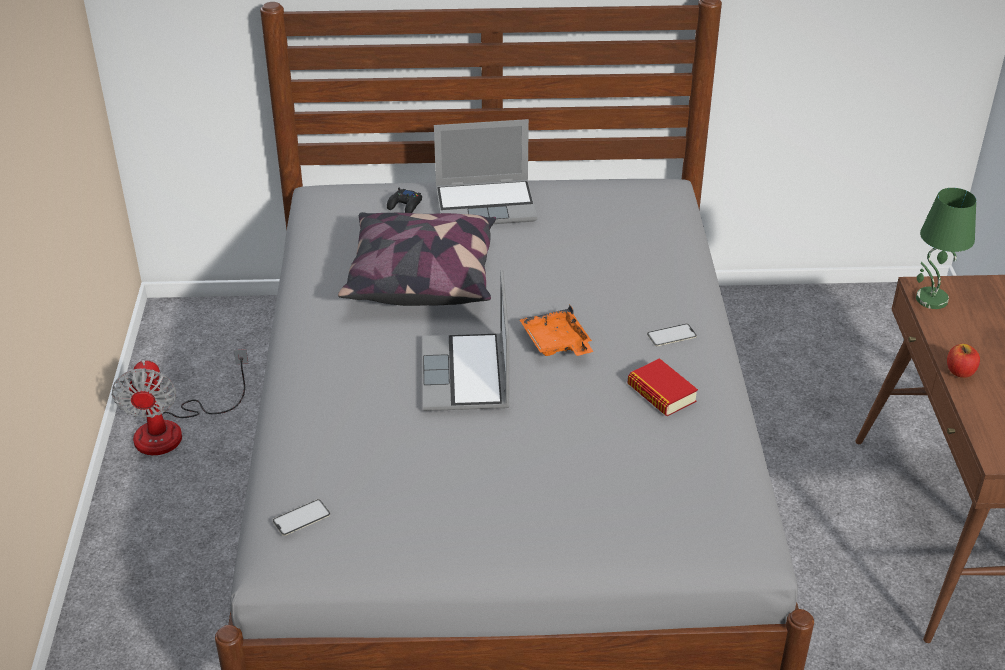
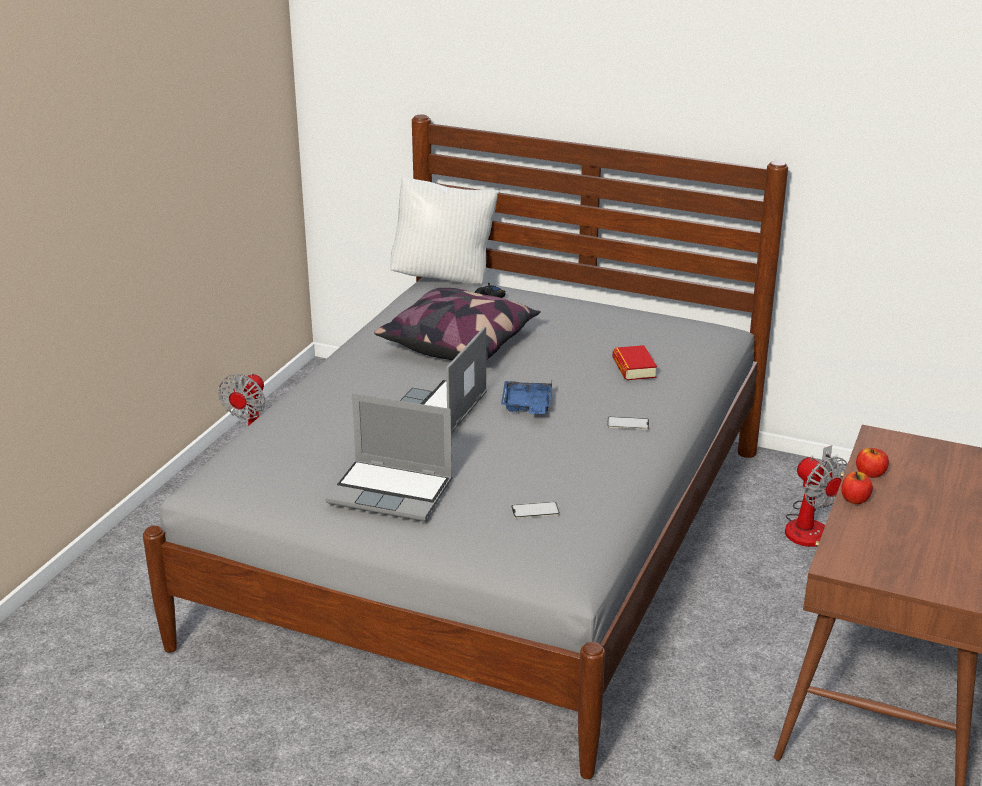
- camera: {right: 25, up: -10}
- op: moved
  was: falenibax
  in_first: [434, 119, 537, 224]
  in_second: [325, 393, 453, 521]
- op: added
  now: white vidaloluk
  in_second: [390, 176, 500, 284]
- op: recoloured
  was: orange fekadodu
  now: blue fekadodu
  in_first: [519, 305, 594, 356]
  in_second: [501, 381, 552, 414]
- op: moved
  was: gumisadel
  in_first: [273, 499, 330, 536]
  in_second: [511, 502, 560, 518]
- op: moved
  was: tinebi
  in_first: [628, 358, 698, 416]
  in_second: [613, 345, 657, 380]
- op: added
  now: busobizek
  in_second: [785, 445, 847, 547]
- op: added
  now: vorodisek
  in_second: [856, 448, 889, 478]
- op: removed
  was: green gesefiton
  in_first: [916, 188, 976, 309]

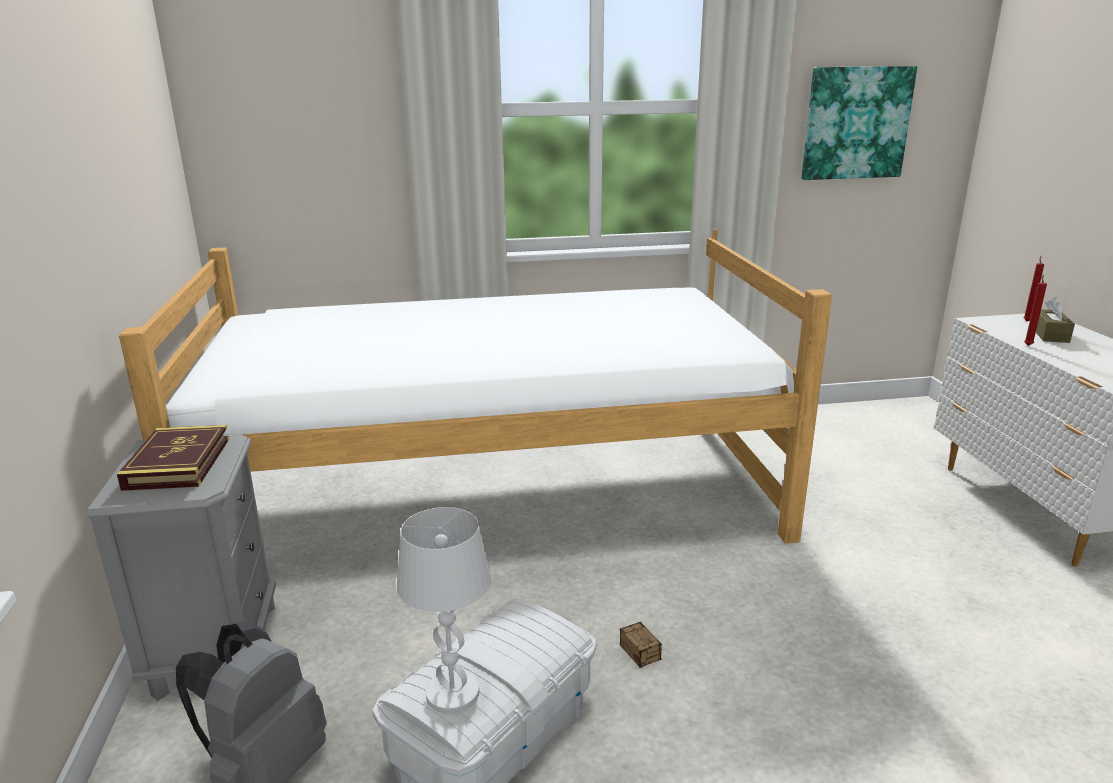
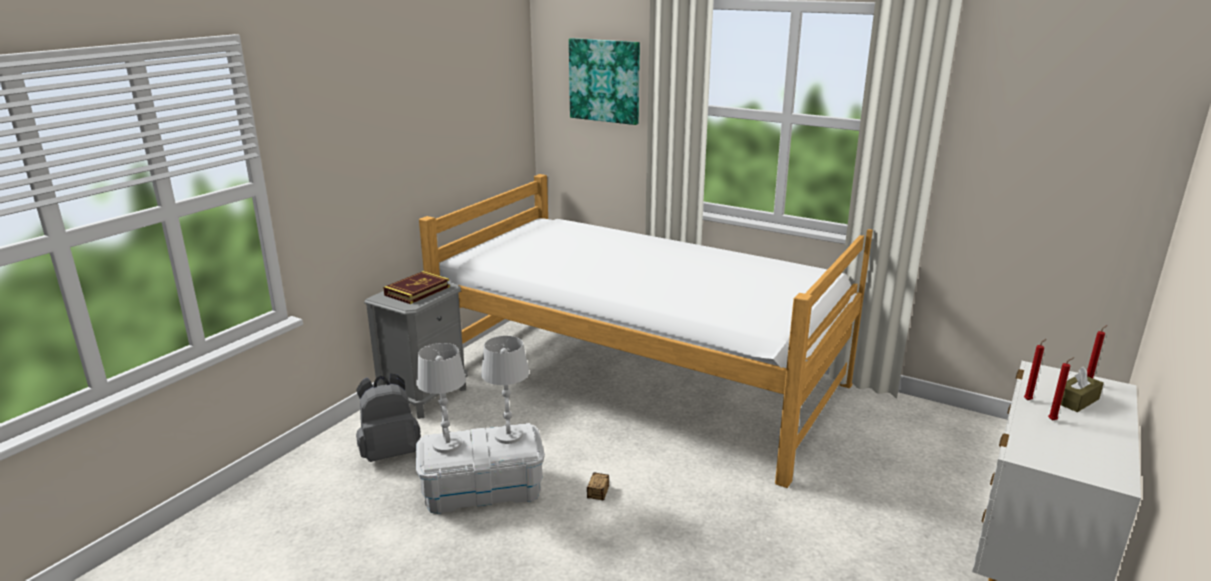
- camera: {right: 40, up: 0}
- op: added
  now: white gesefiton
  in_second: [481, 336, 529, 444]
- op: moved
  was: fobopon
  in_first: [802, 66, 917, 180]
  in_second: [569, 38, 640, 125]
- op: added
  now: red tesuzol
  in_second: [1048, 357, 1074, 421]

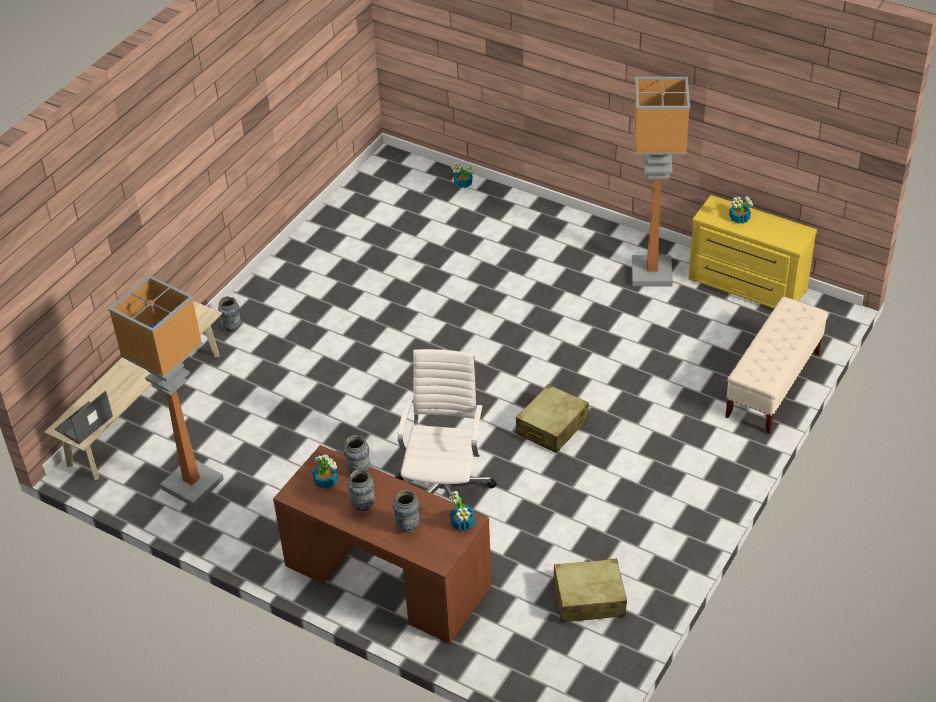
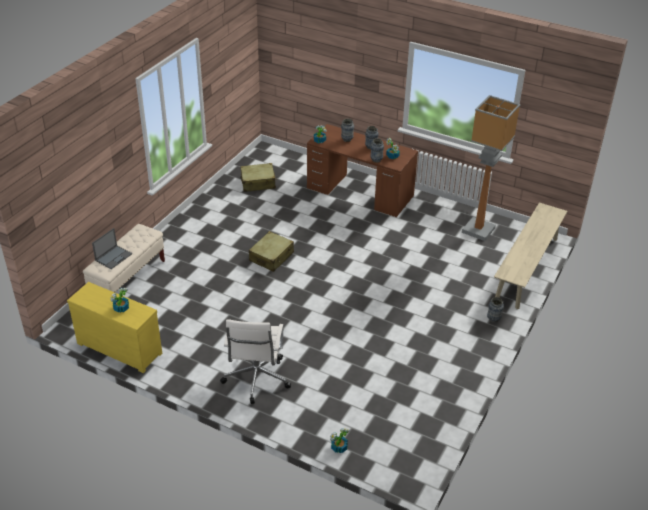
- camera: {right: 175, up: -5}
- op: moved
  was: falenibax
  in_first: [55, 391, 113, 444]
  in_second: [92, 228, 132, 269]
- op: moved
  was: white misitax
  in_first: [395, 349, 497, 504]
  in_second: [220, 319, 291, 404]
- op: removed
  was: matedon
  in_first: [632, 77, 690, 287]

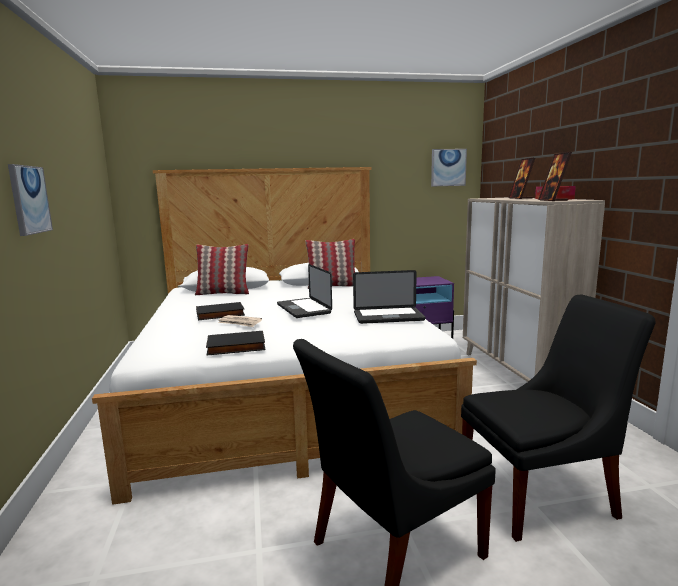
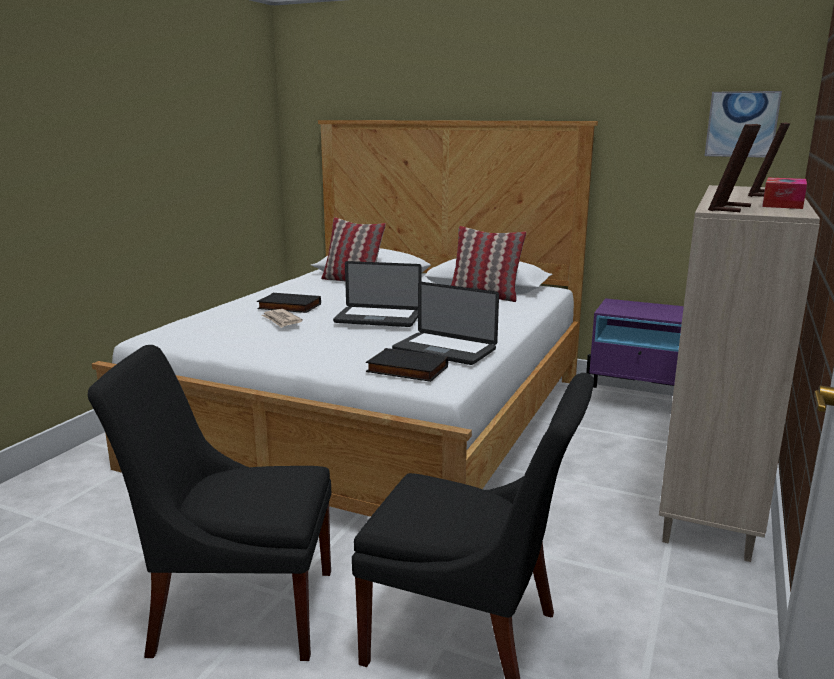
- camera: {right: 35, up: 5}
- op: turned
  was: falenibax
  in_first: [277, 264, 332, 318]
  in_second: [333, 261, 422, 327]
  clockwise: -90
- op: moved
  was: black tinebi
  in_first: [206, 331, 266, 355]
  in_second: [366, 348, 448, 382]
- op: removed
  was: fobopon
  in_first: [8, 164, 53, 236]

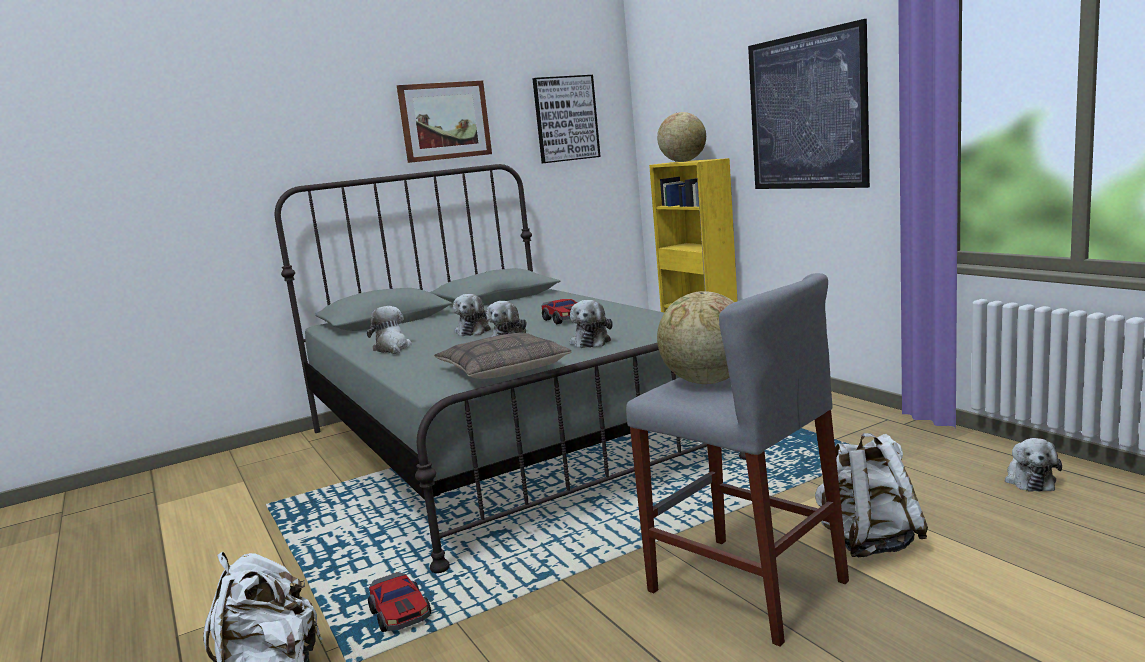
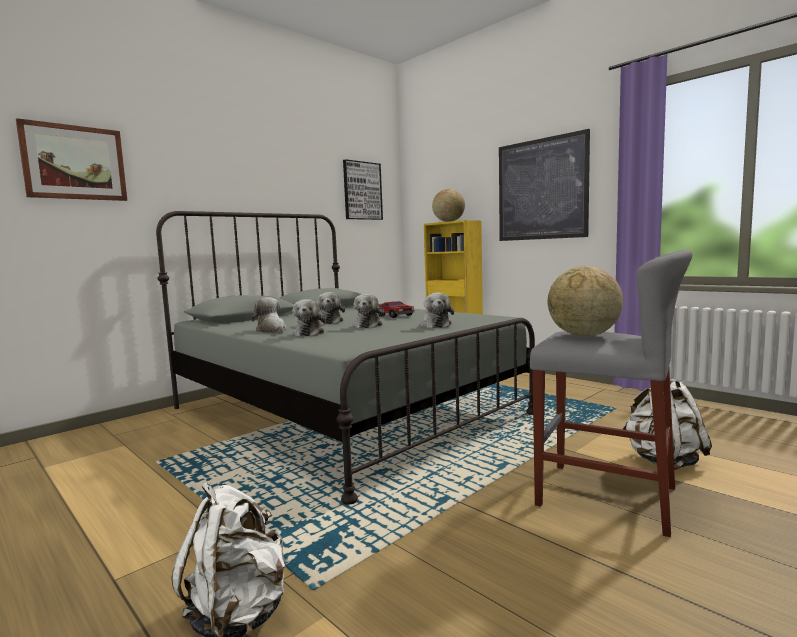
- camera: {right: -15, up: -5}
- op: moved
  was: fobopon
  in_first: [397, 81, 492, 163]
  in_second: [16, 118, 127, 201]
- op: moved
  was: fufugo
  in_first: [1005, 438, 1062, 492]
  in_second: [292, 299, 326, 336]
- op: removed
  was: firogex
  in_first: [368, 572, 431, 632]
- op: removed
  was: vidaloluk
  in_first: [434, 333, 572, 379]

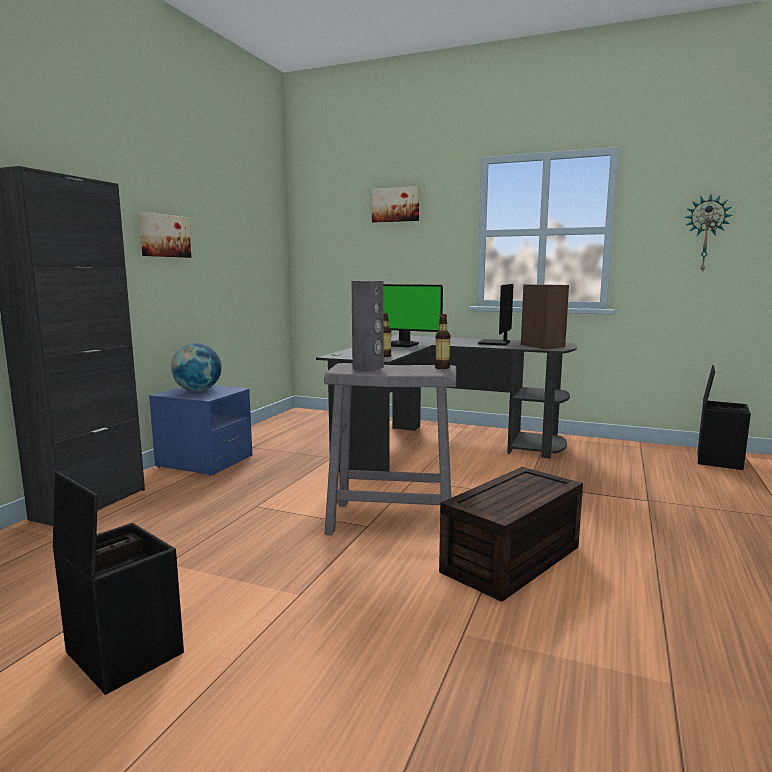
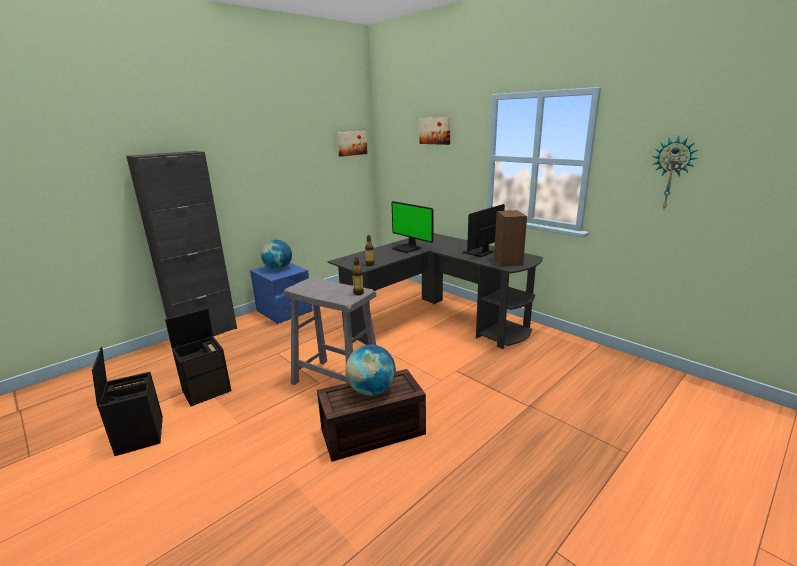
- camera: {right: 25, up: 10}
- op: moved
  was: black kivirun
  in_first: [697, 365, 751, 470]
  in_second: [165, 308, 231, 406]
- op: moved
  was: fobopon
  in_first: [139, 212, 191, 258]
  in_second: [337, 131, 367, 157]
- op: added
  now: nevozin
  in_second: [346, 345, 396, 396]
- op: removed
  was: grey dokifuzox
  in_first: [351, 281, 384, 371]

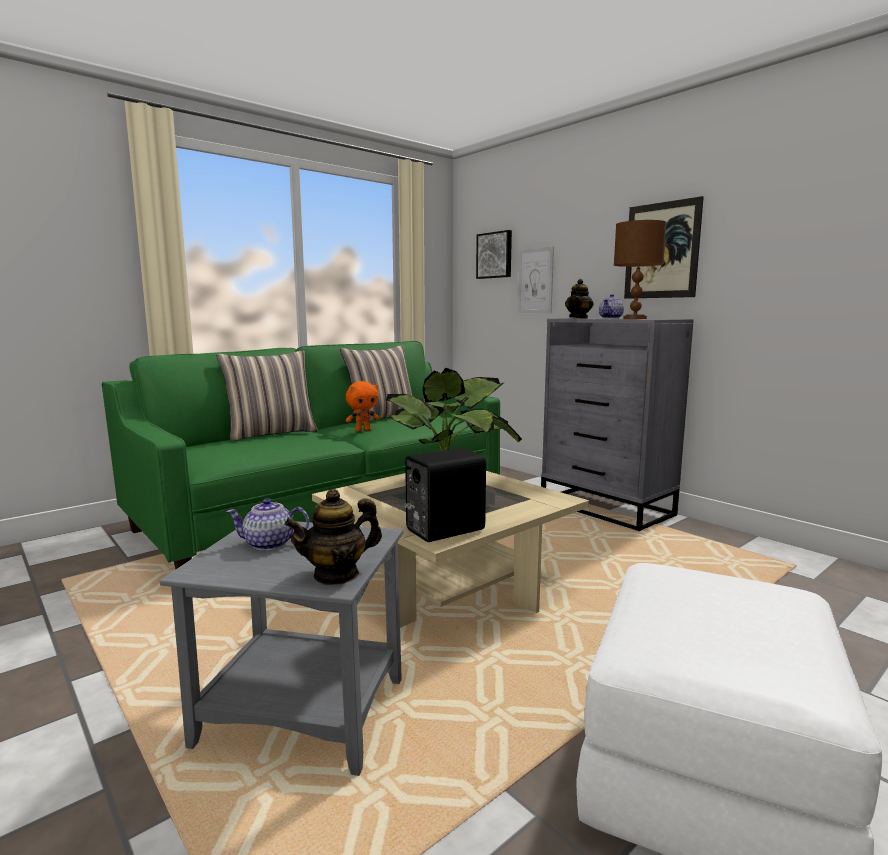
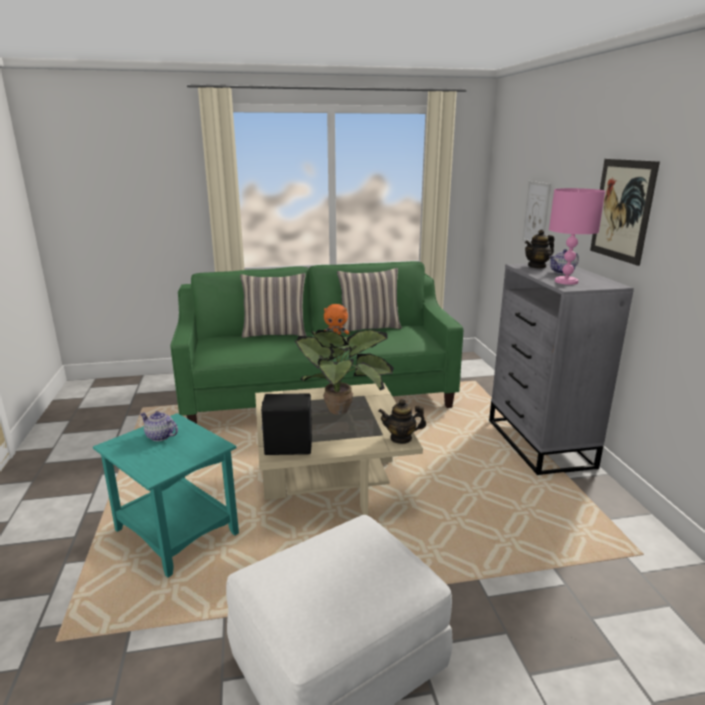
- camera: {right: 30, up: 10}
- op: recoloured
  was: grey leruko
  now: turquoise leruko
  in_first: [160, 521, 403, 776]
  in_second: [93, 413, 239, 578]
- op: moved
  was: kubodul
  in_first: [285, 489, 382, 585]
  in_second: [378, 399, 426, 444]
- op: recoloured
  was: brown gesefiton
  now: pink gesefiton
  in_first: [614, 220, 666, 319]
  in_second: [549, 188, 605, 285]
- op: removed
  was: fobopon
  in_first: [476, 230, 512, 279]

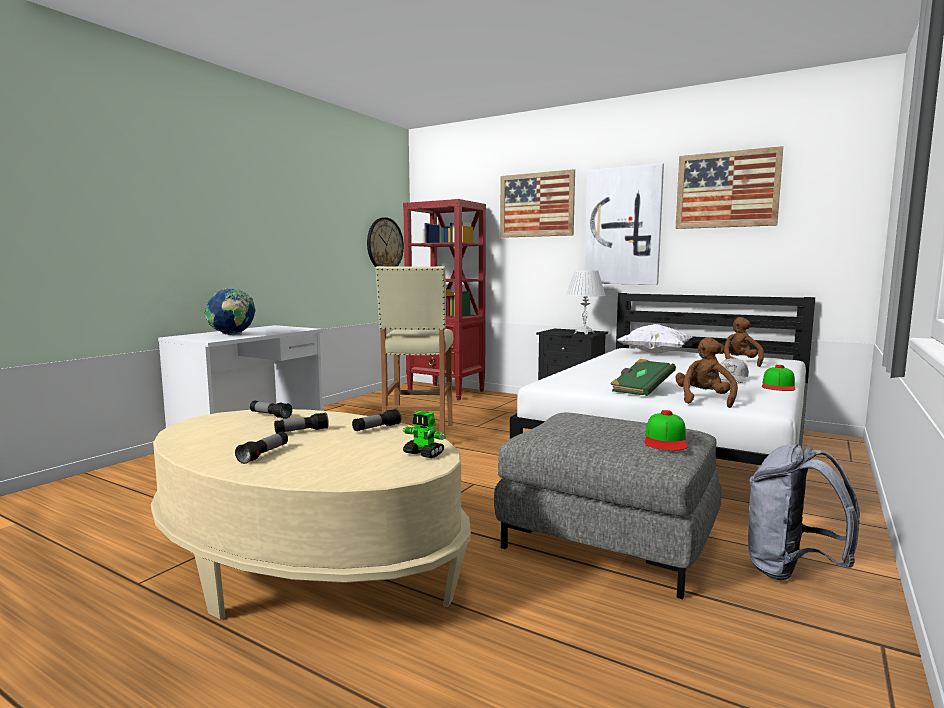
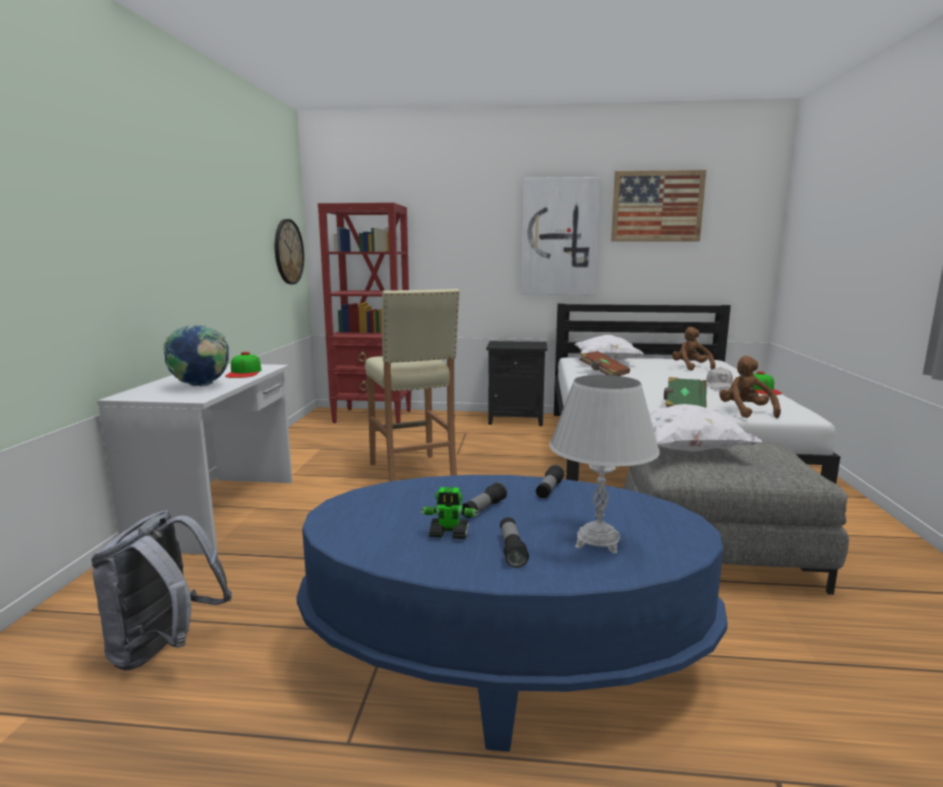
- camera: {right: -25, up: 5}
- op: moved
  was: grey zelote
  in_first: [748, 444, 860, 580]
  in_second: [91, 510, 232, 670]
- op: moved
  was: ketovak
  in_first: [645, 410, 688, 451]
  in_second: [225, 352, 261, 378]
- op: recoloured
  was: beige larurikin
  now: blue larurikin
  in_first: [151, 409, 471, 619]
  in_second: [296, 475, 728, 752]
- op: moved
  was: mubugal
  in_first: [403, 411, 446, 458]
  in_second: [420, 487, 480, 539]
- op: moved
  was: white gesefiton
  in_first: [566, 270, 606, 335]
  in_second: [549, 375, 660, 554]
- op: added
  now: brown tinebi
  in_second: [579, 351, 630, 376]
- op: added
  now: white vidaloluk
  in_second: [649, 404, 762, 452]
- op: removed
  was: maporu
  in_first: [250, 401, 292, 419]
- op: removed
  was: fobopon
  in_first: [500, 169, 575, 238]

